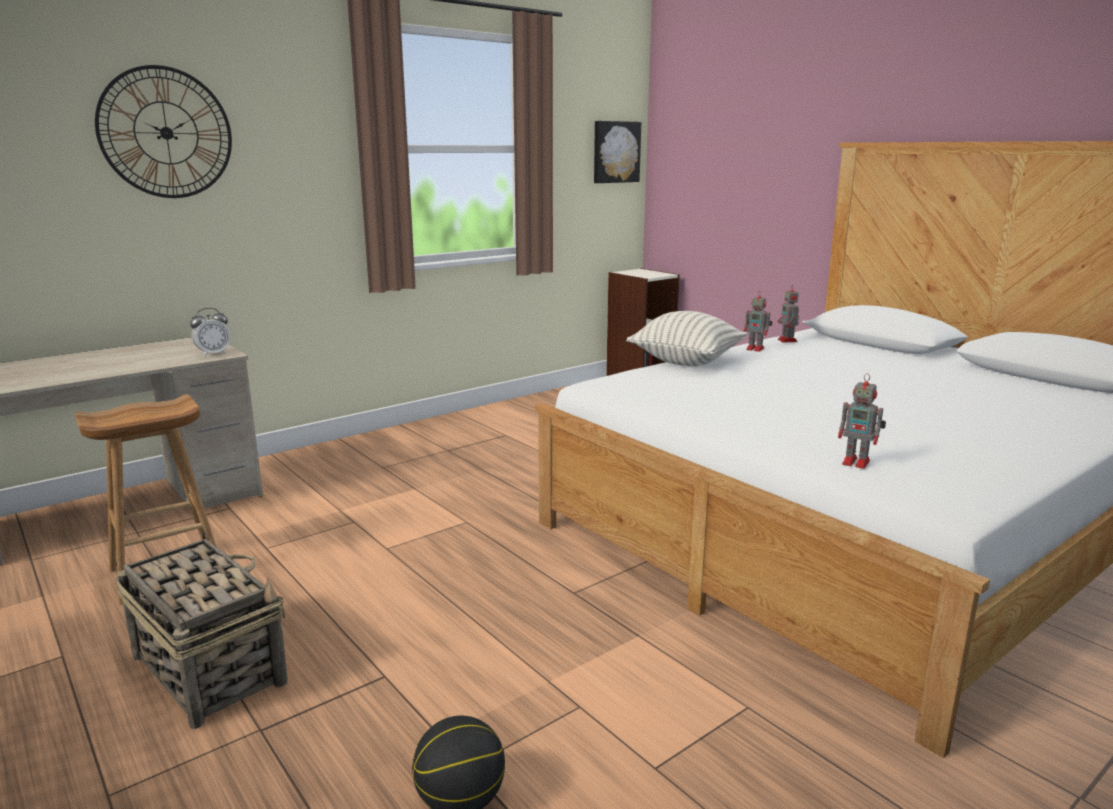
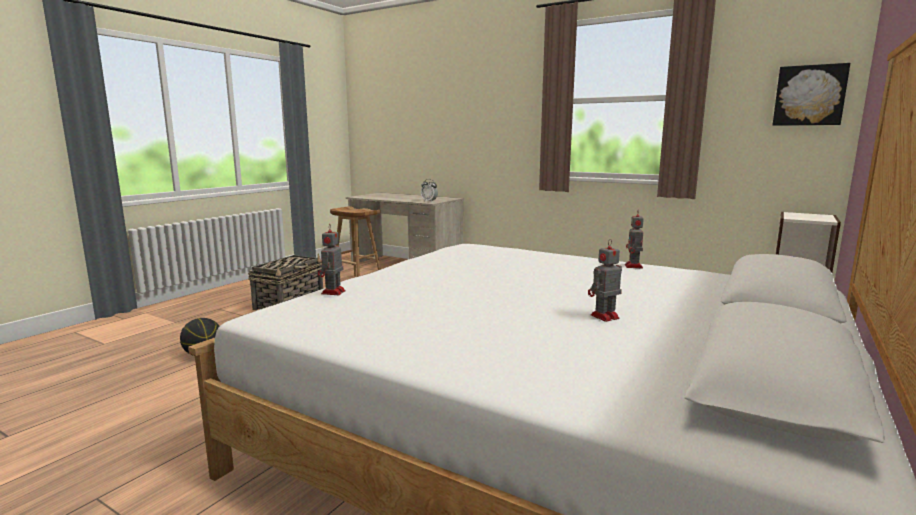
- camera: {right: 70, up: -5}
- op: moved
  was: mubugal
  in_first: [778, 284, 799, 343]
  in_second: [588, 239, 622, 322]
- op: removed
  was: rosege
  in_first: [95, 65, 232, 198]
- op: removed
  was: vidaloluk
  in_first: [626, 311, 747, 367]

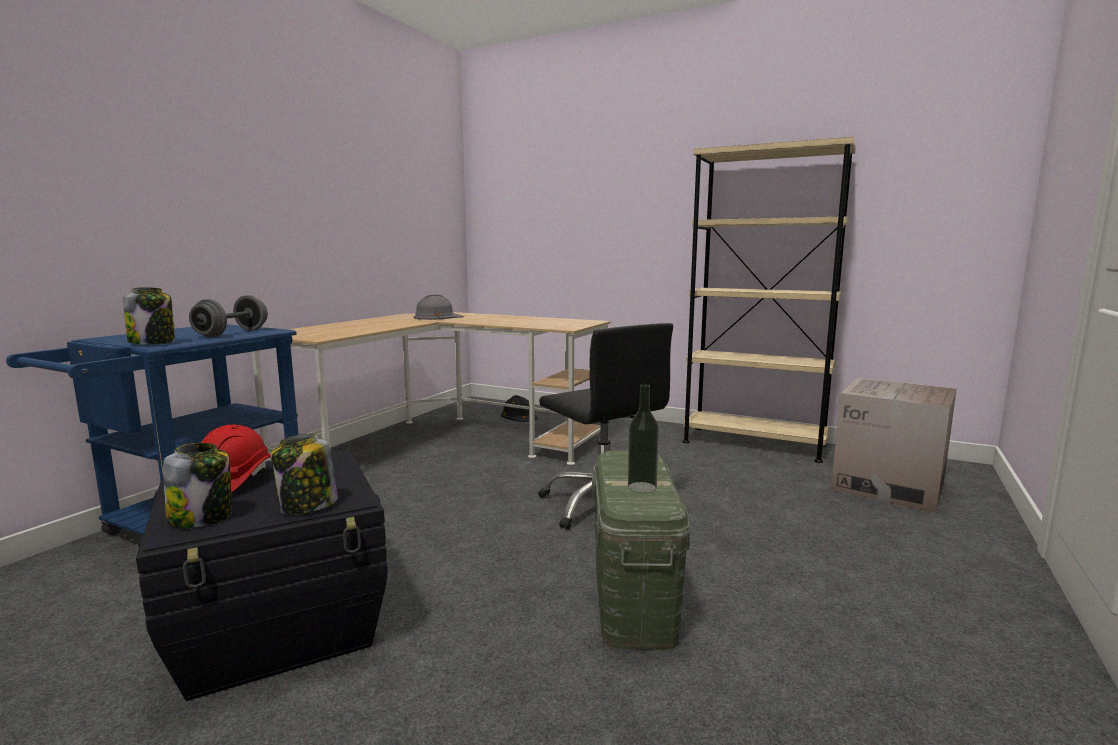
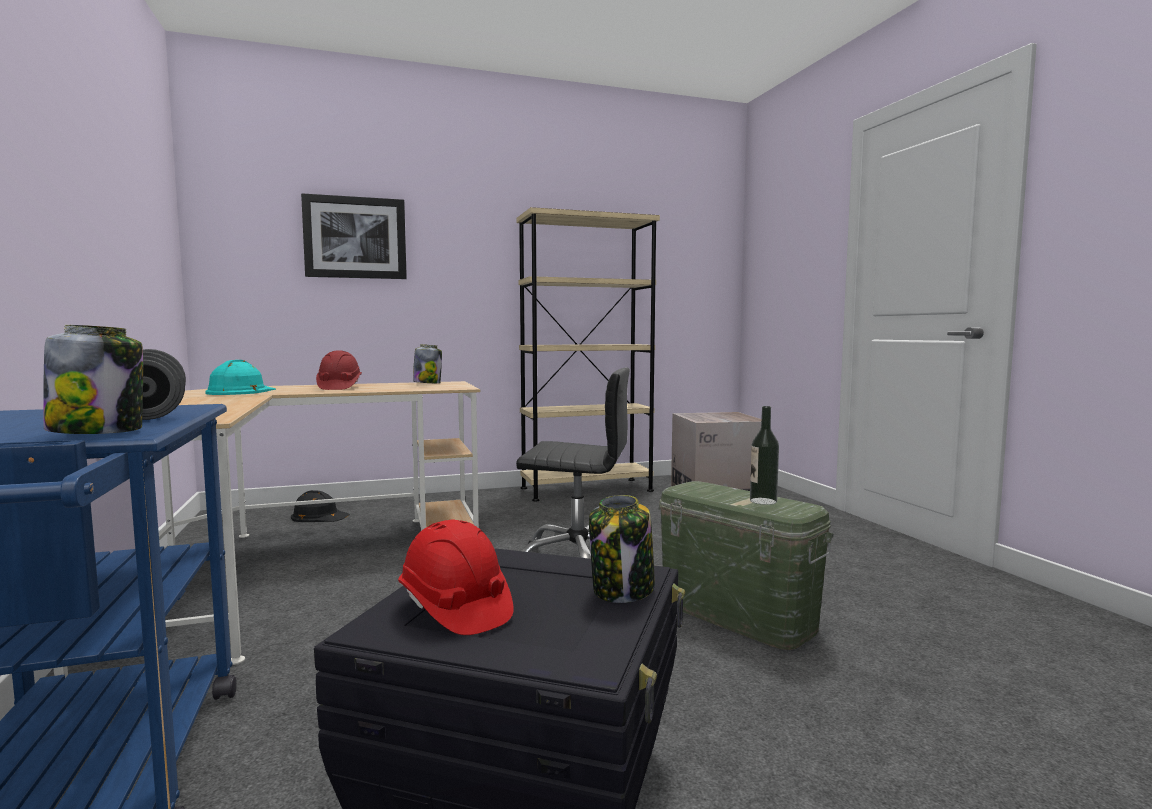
- camera: {right: -45, up: -5}
- op: recoloured
  was: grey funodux
  now: turquoise funodux
  in_first: [414, 294, 464, 320]
  in_second: [205, 360, 276, 395]
- op: added
  now: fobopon
  in_second: [301, 193, 407, 279]
- op: added
  now: red funodux
  in_second: [316, 350, 362, 390]
- op: moved
  was: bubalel
  in_first: [163, 443, 232, 528]
  in_second: [413, 344, 442, 383]

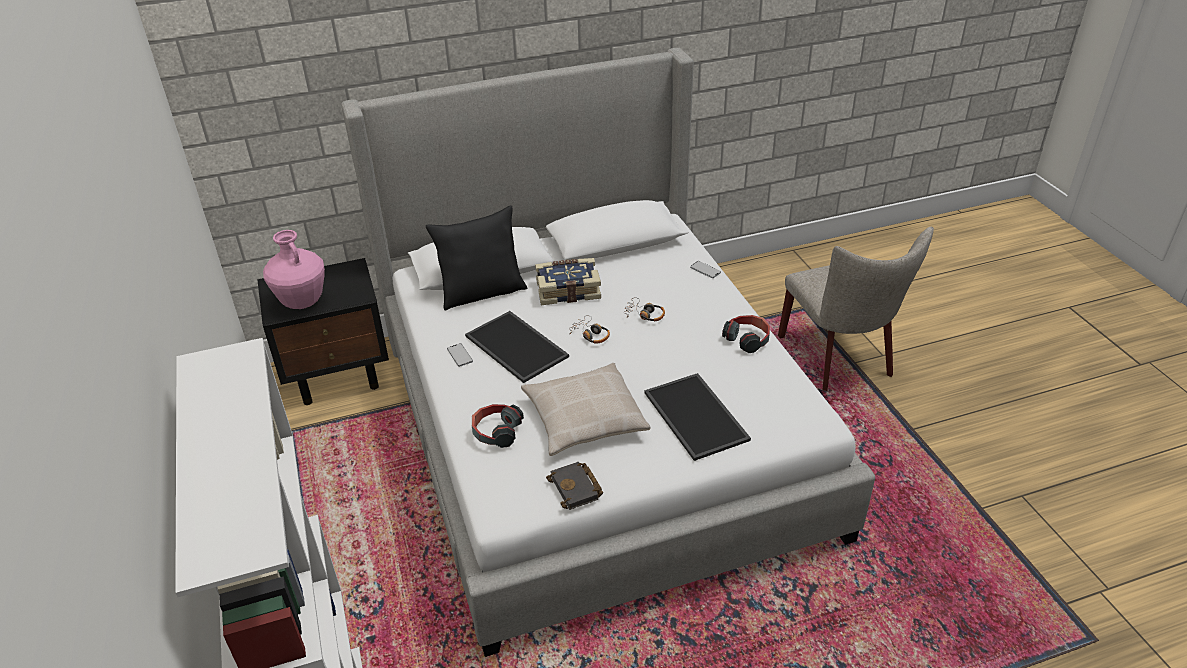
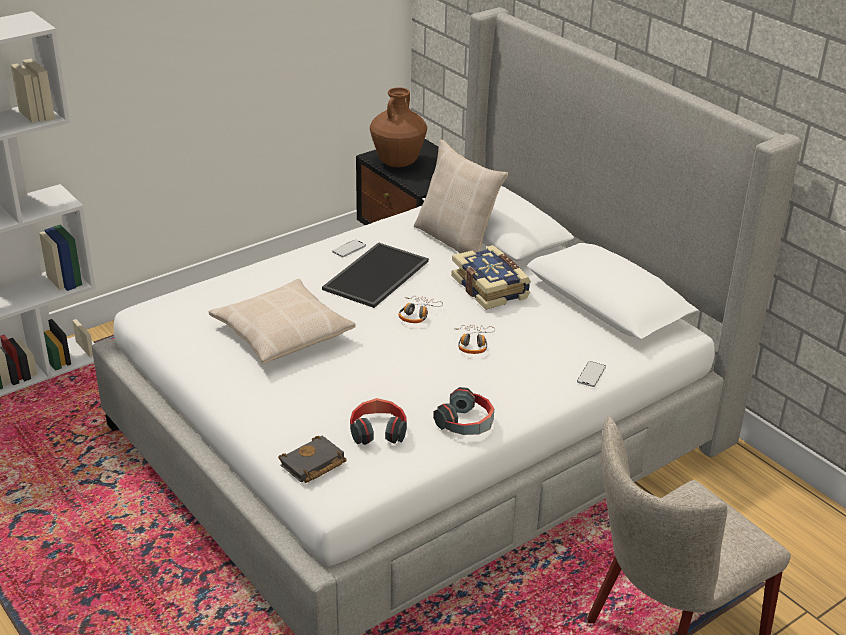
- camera: {right: 70, up: -5}
- op: moved
  was: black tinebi
  in_first: [546, 462, 603, 510]
  in_second: [278, 435, 347, 483]
- op: moved
  was: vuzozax
  in_first: [472, 404, 524, 448]
  in_second: [350, 398, 407, 445]
- op: recoloured
  was: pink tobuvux
  now: brown tobuvux
  in_first: [263, 230, 325, 309]
  in_second: [370, 87, 427, 167]
- op: recoloured
  was: black vidaloluk
  now: beige vidaloluk
  in_first: [426, 205, 527, 310]
  in_second: [414, 140, 508, 253]
- op: removed
  was: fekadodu
  in_first: [644, 373, 751, 461]

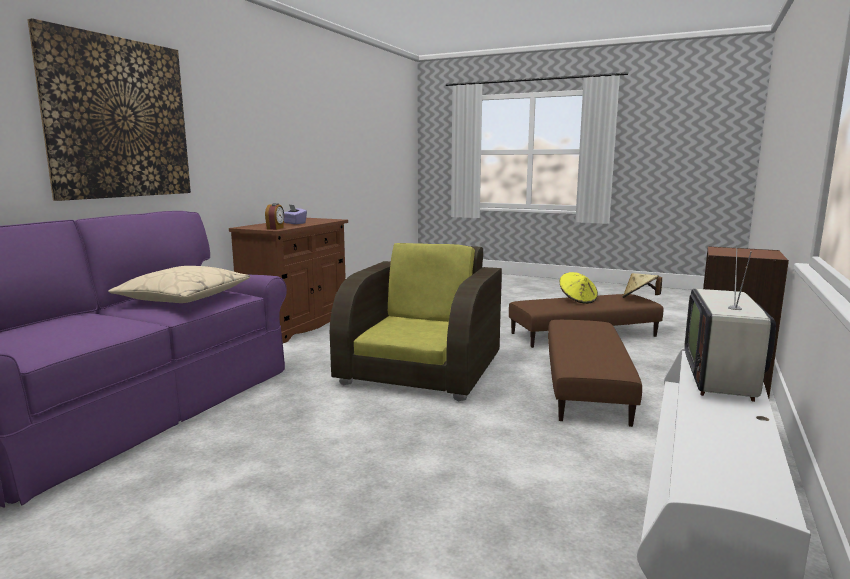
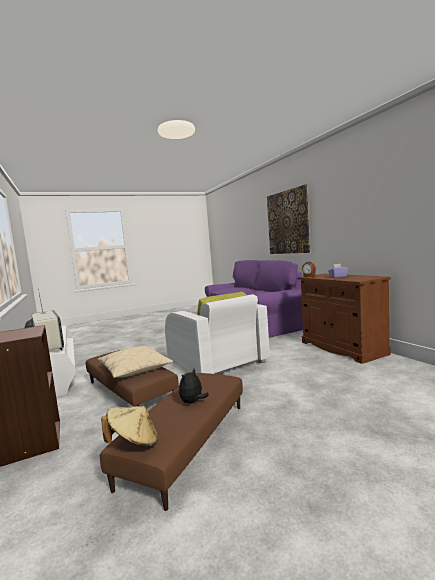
- camera: {right: 130, up: -5}
- op: moved
  was: beige vidaloluk
  in_first: [108, 266, 251, 303]
  in_second: [98, 346, 173, 378]
- op: recoloured
  was: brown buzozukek
  now: white buzozukek
  in_first: [330, 243, 502, 401]
  in_second: [165, 292, 270, 374]
- op: replaced
  was: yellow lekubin
  now: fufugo
  in_first: [560, 272, 598, 304]
  in_second: [179, 369, 209, 404]

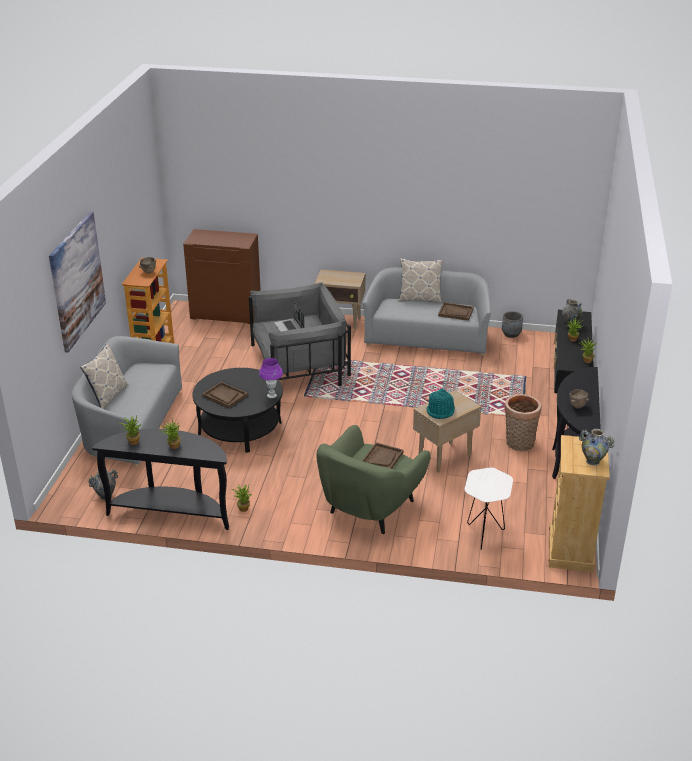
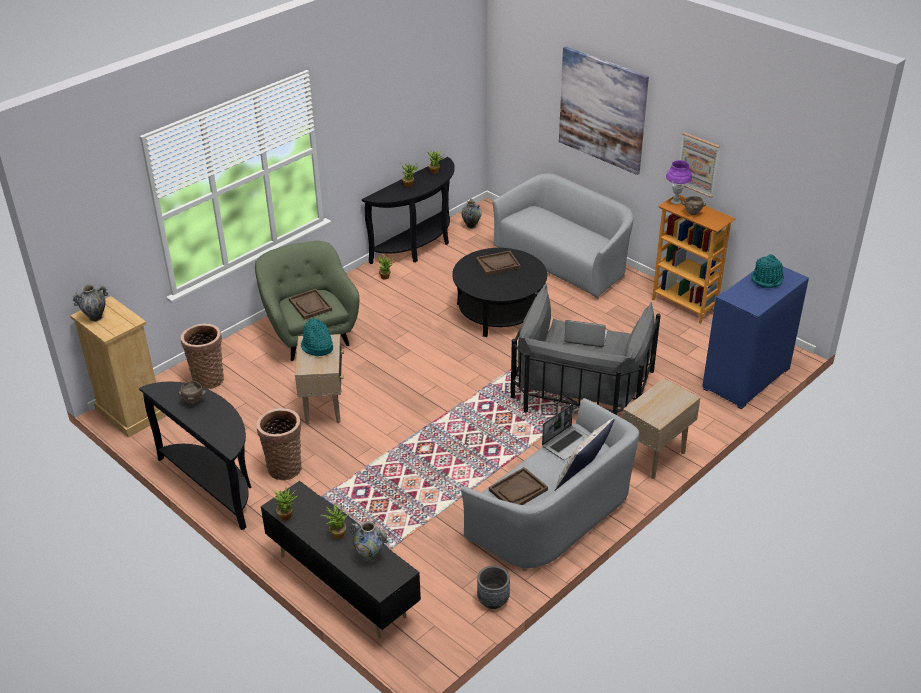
- camera: {right: 125, up: 5}
- op: replaced
  was: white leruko
  now: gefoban
  in_first: [465, 468, 513, 550]
  in_second: [181, 324, 224, 389]
- op: added
  now: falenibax
  in_second: [542, 404, 588, 460]
- op: moved
  was: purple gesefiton
  in_first: [259, 358, 283, 398]
  in_second: [666, 160, 692, 204]
- op: added
  now: fobopon
  in_second: [680, 132, 720, 198]
- op: recoloured
  was: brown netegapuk
  now: blue netegapuk
  in_first: [183, 229, 261, 324]
  in_second: [702, 267, 809, 409]
- op: added
  now: turquoise lekubin
  in_second: [751, 254, 784, 288]
- op: removed
  was: vidaloluk
  in_first: [80, 343, 128, 409]

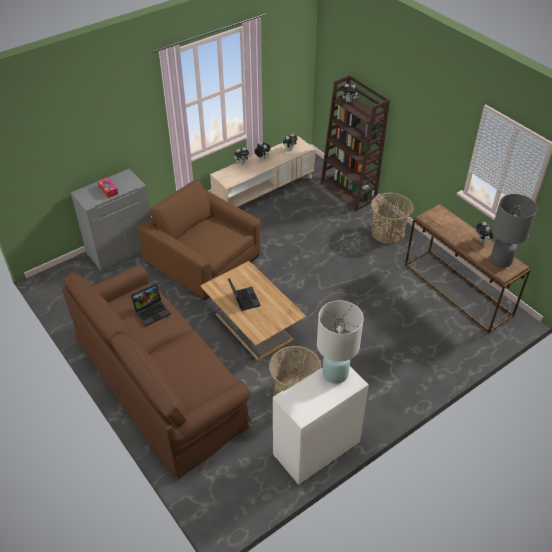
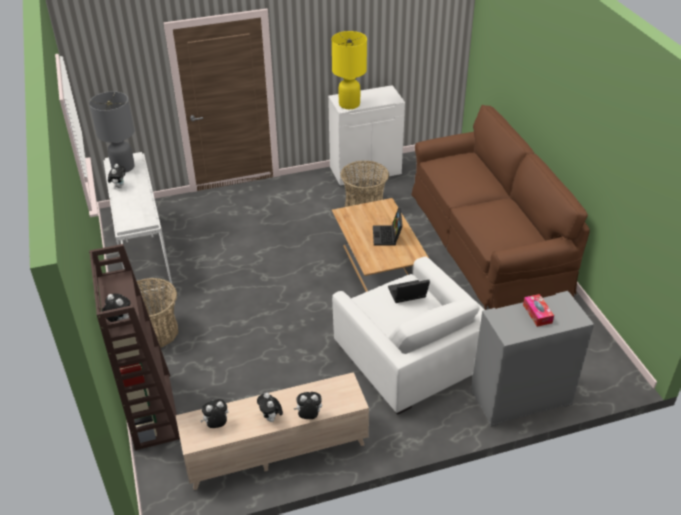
- camera: {right: -160, up: -5}
- op: recoloured
  was: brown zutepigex
  now: white zutepigex
  in_first: [405, 204, 531, 333]
  in_second: [103, 152, 172, 293]
- op: recoloured
  was: white gesefiton
  now: yellow gesefiton
  in_first: [317, 300, 364, 384]
  in_second: [332, 31, 367, 109]
- op: recoloured
  was: brown buzozukek
  now: white buzozukek
  in_first: [138, 180, 261, 300]
  in_second: [332, 256, 485, 414]
- op: moved
  was: falenibax
  in_first: [131, 283, 171, 326]
  in_second: [388, 280, 430, 303]

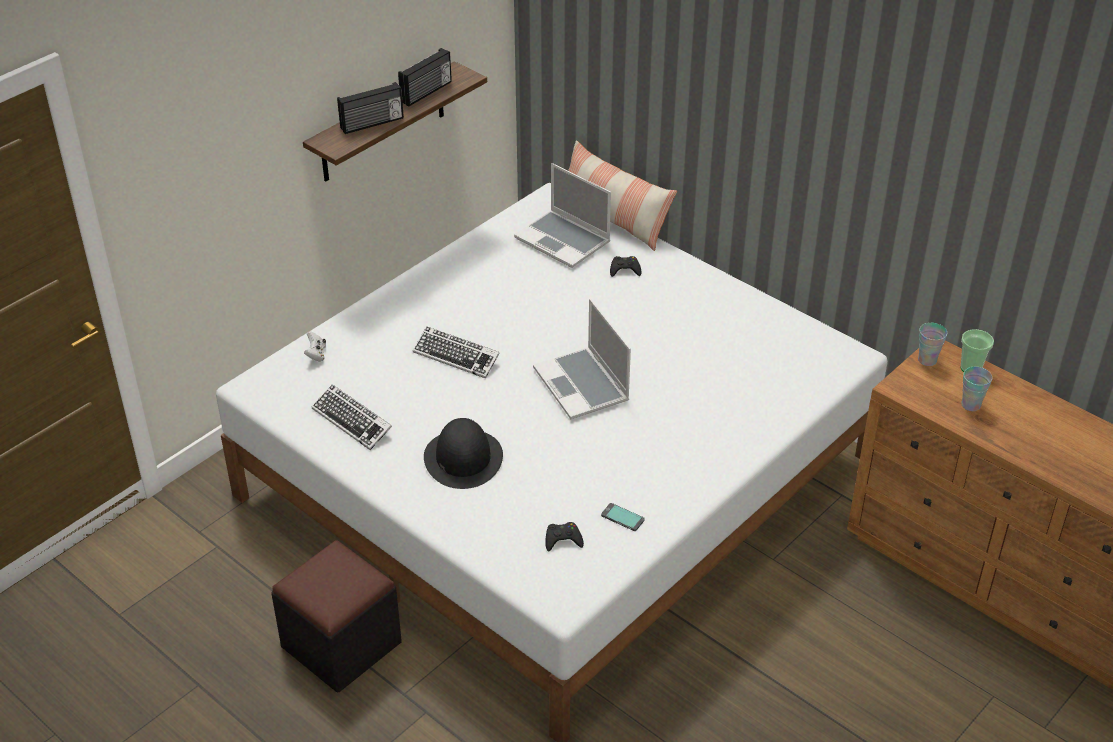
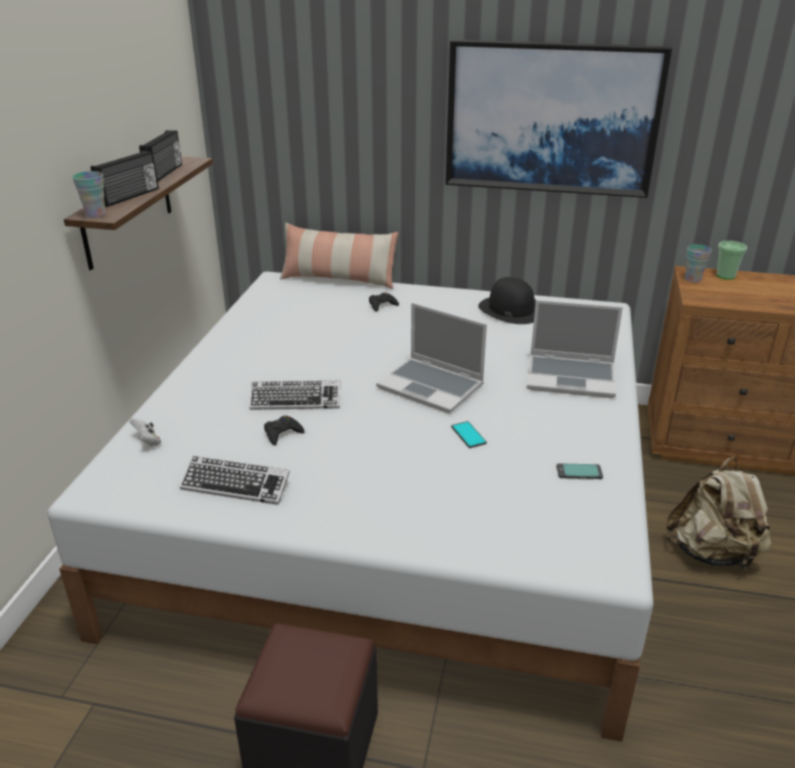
- camera: {right: -30, up: -10}
- op: moved
  was: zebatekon
  in_first: [961, 367, 993, 411]
  in_second: [72, 171, 106, 218]
- op: moved
  was: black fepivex
  in_first: [545, 522, 584, 552]
  in_second: [264, 416, 304, 445]
- op: added
  now: fobopon
  in_second: [446, 39, 672, 198]
- op: added
  now: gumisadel
  in_second: [451, 421, 487, 448]
- op: moved
  was: black lekubin
  in_first: [424, 418, 503, 489]
  in_second: [478, 277, 536, 324]
- op: moved
  was: falenibax
  in_first: [514, 163, 611, 268]
  in_second: [527, 300, 623, 398]
- op: added
  now: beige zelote
  in_second: [667, 457, 771, 571]

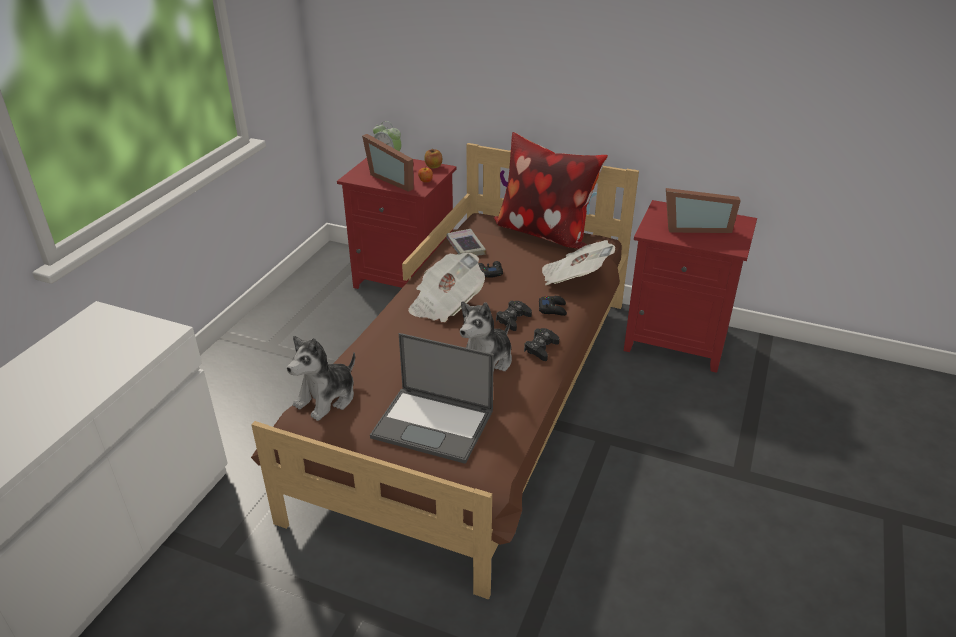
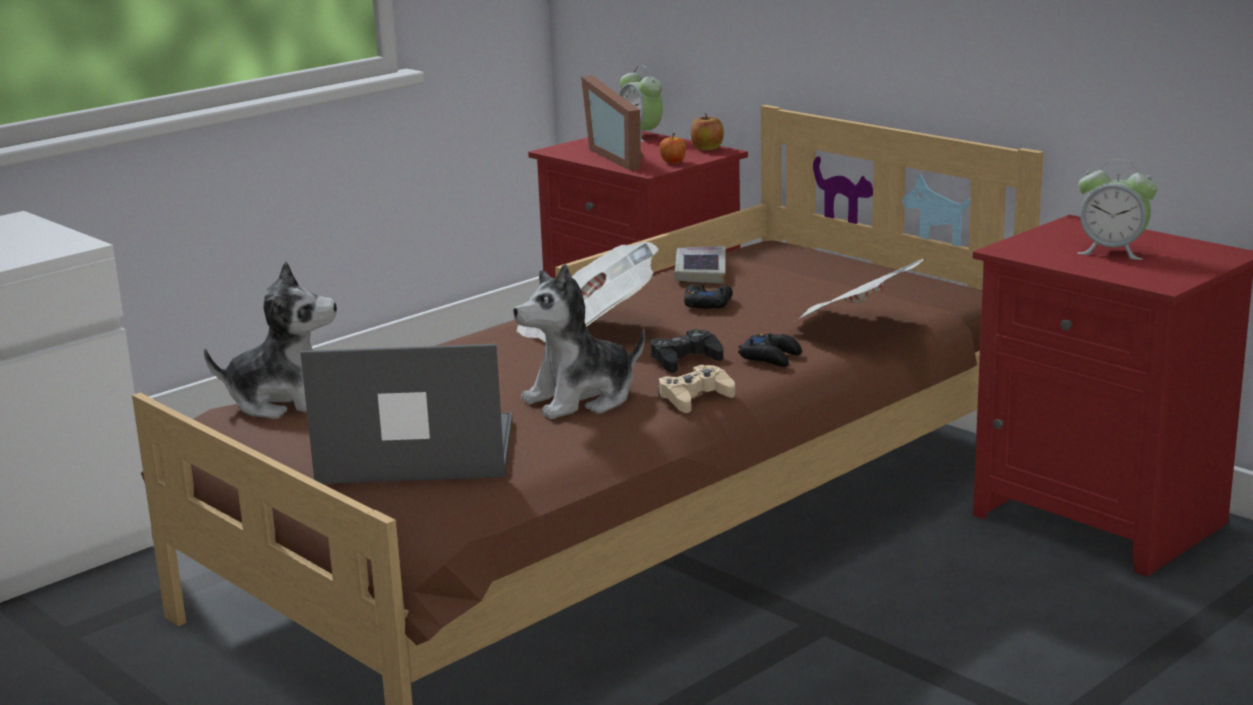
- camera: {right: 25, up: -15}
- op: turned
  was: fufugo
  in_first: [287, 336, 355, 421]
  in_second: [204, 261, 337, 419]
  clockwise: -150
- op: turned
  was: falenibax
  in_first: [370, 333, 494, 464]
  in_second: [300, 344, 513, 484]
  clockwise: 135
- op: recoloured
  was: black fepivex
  now: beige fepivex
  in_first: [524, 328, 559, 361]
  in_second: [658, 365, 735, 413]
- op: replaced
  was: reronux
  now: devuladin
  in_first: [666, 188, 741, 233]
  in_second: [1077, 159, 1157, 260]
- op: removed
  was: vidaloluk
  in_first: [493, 132, 608, 249]

